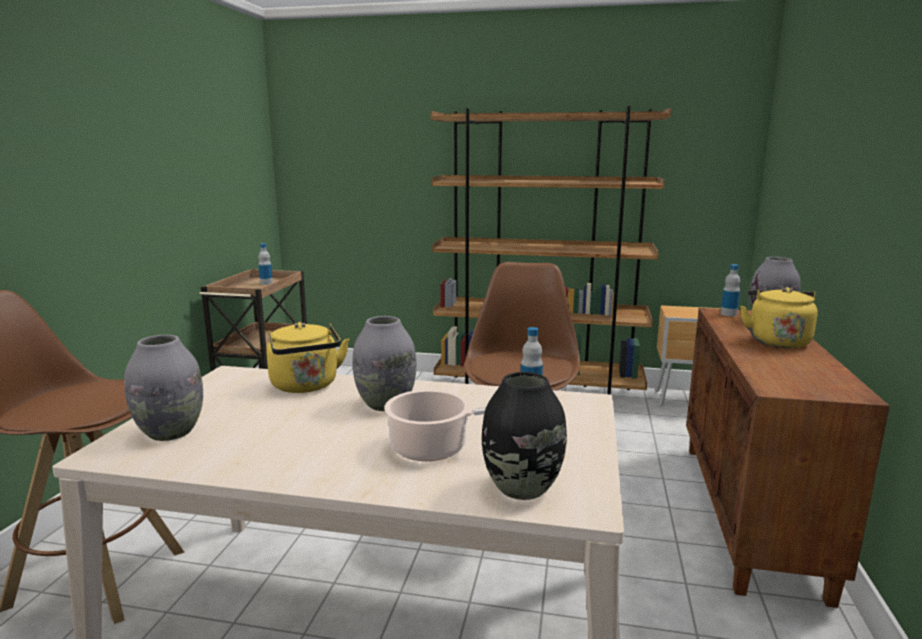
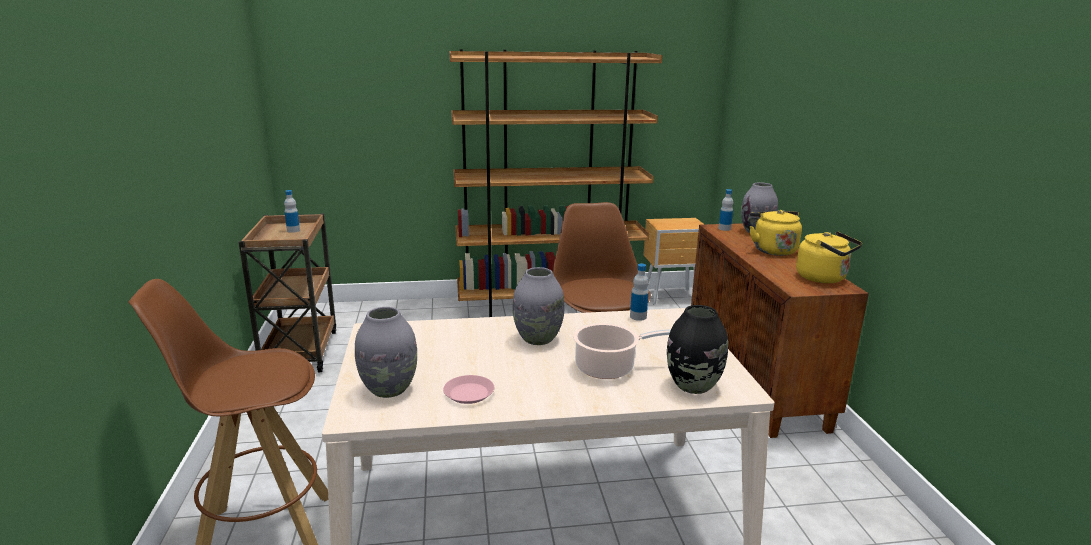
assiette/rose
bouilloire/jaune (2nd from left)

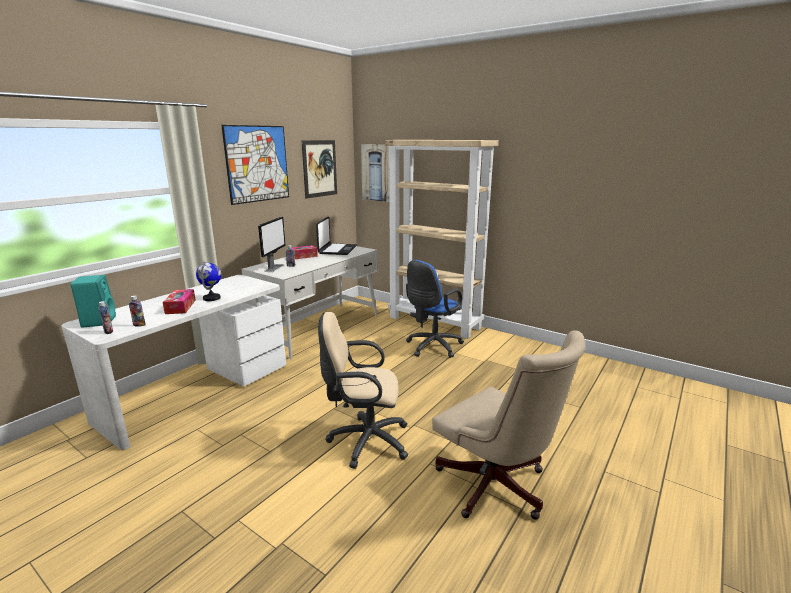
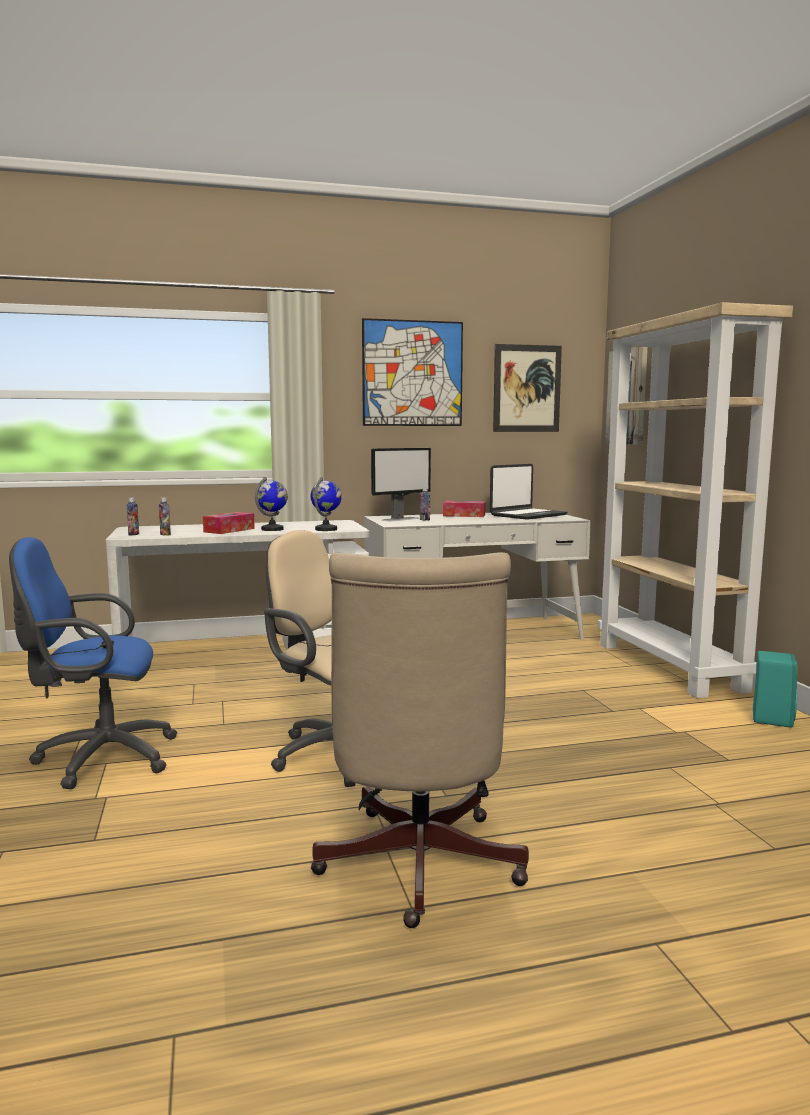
chaise de bureau/bleu
globe (2nd from left)
enceinte/turquoise

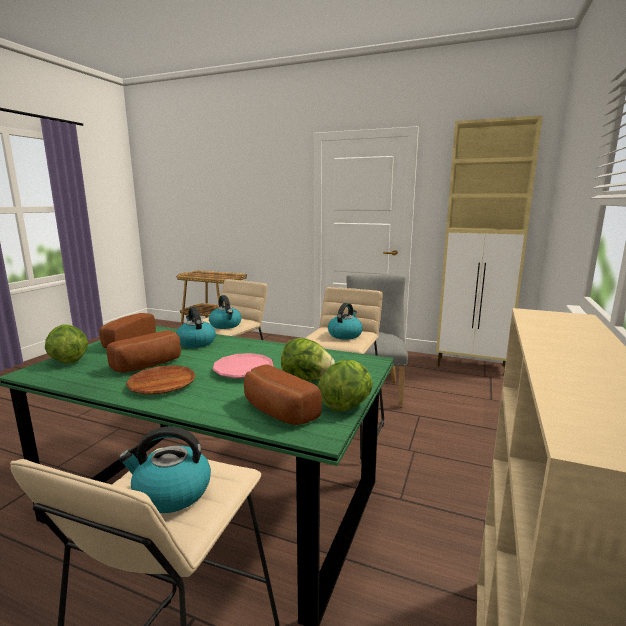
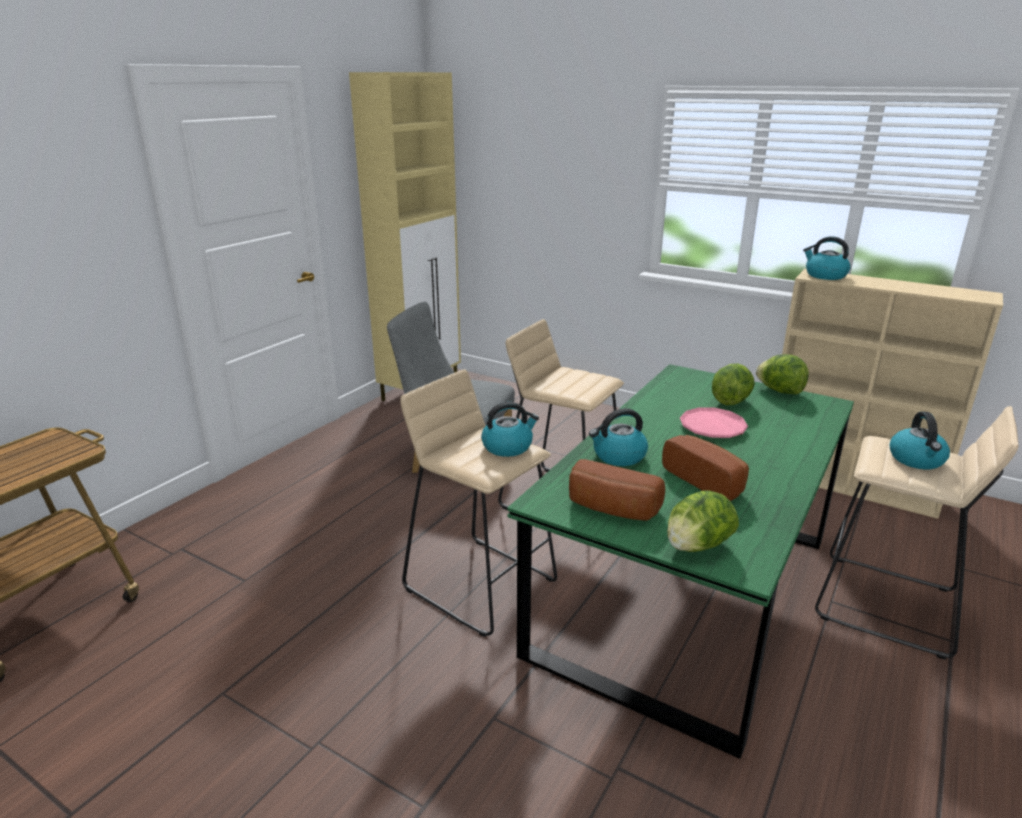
bouilloire (3rd from left)
assiette/marron
pain (3rd from left in the first image)

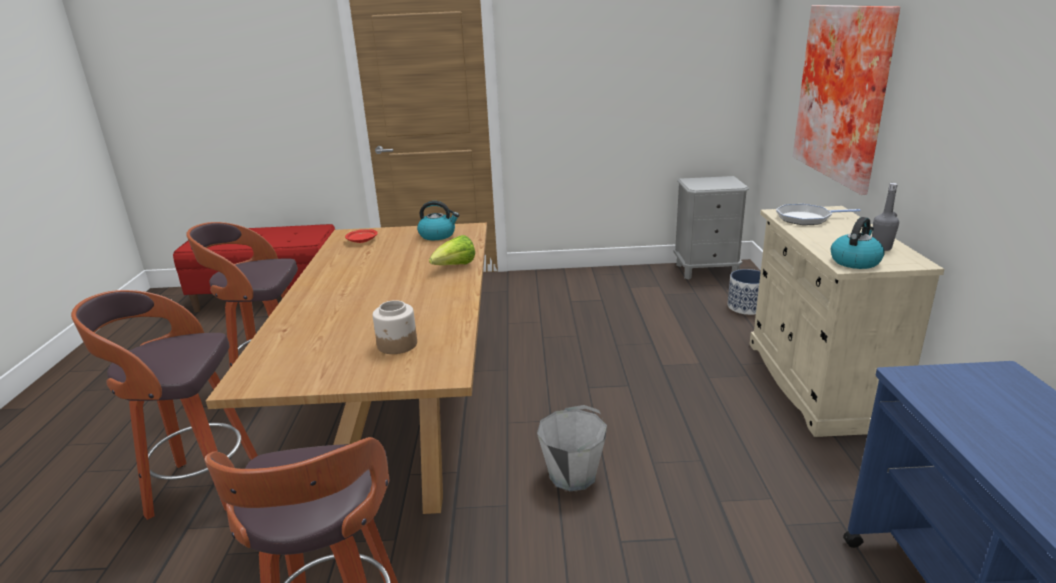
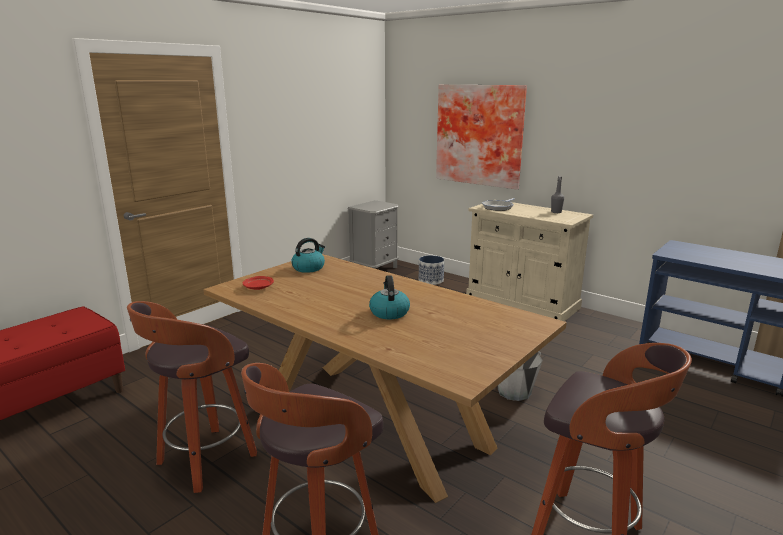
bouilloire (2nd from left)
bocal
laitue

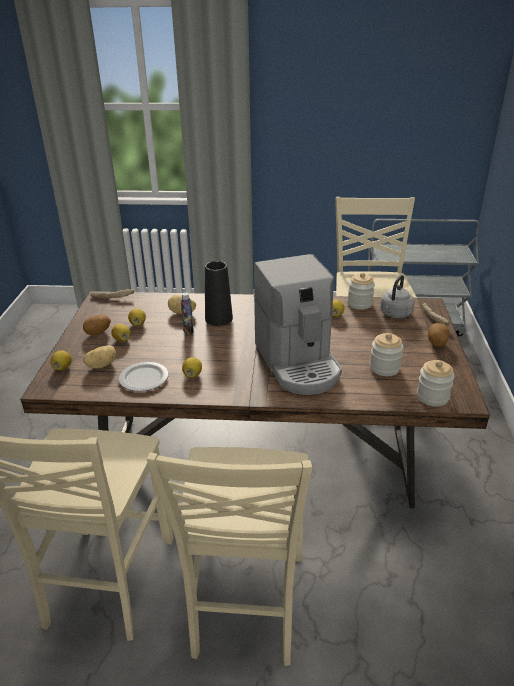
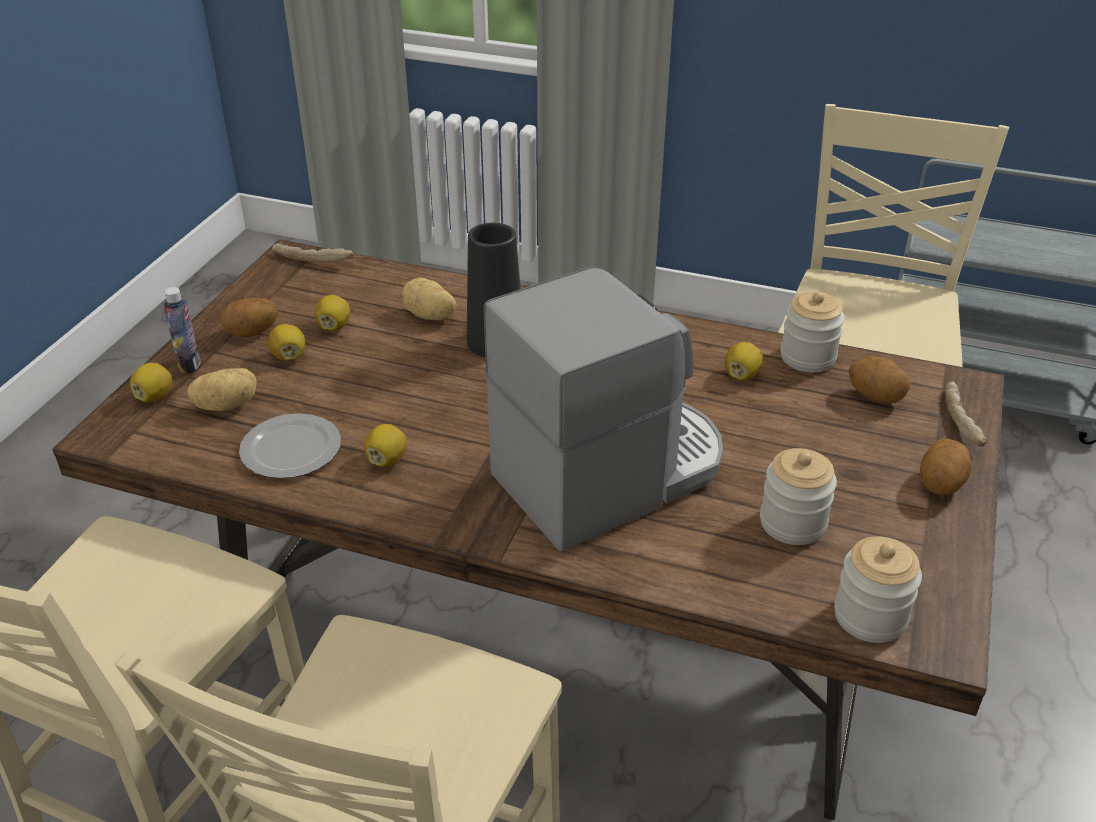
bouteille
machine à café
pomme de terre (4th from left)

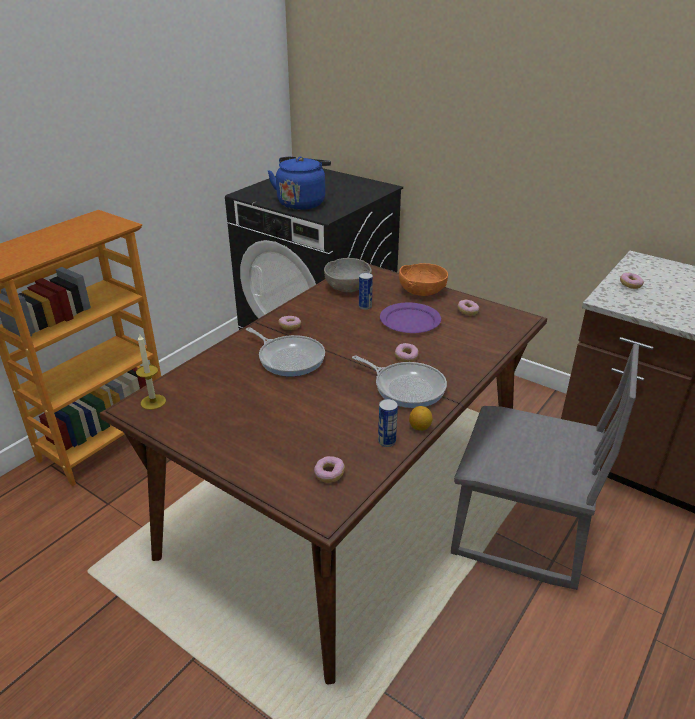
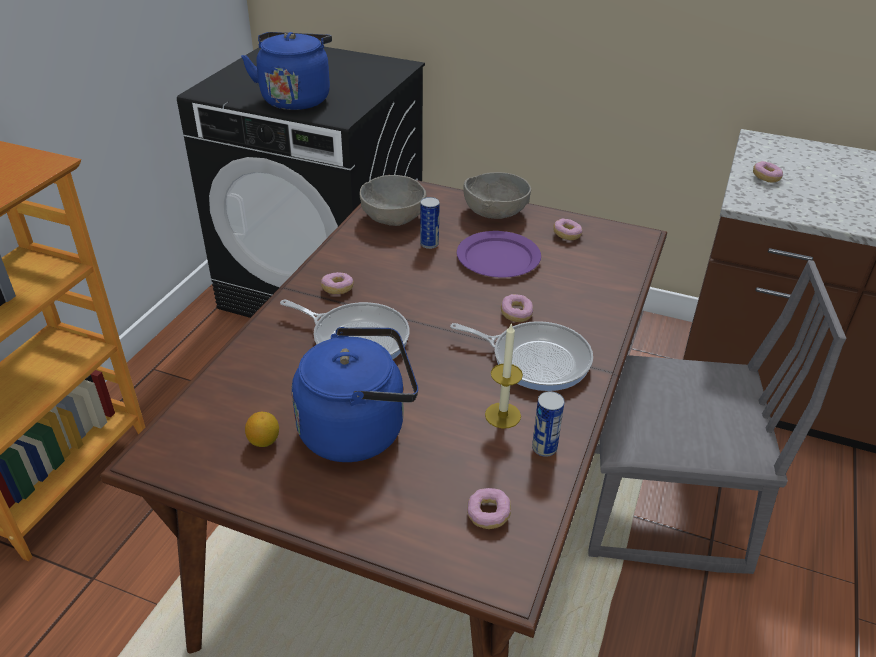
citron
bouilloire/bleu (2nd from left)
bol/gris (2nd from left)
bougie

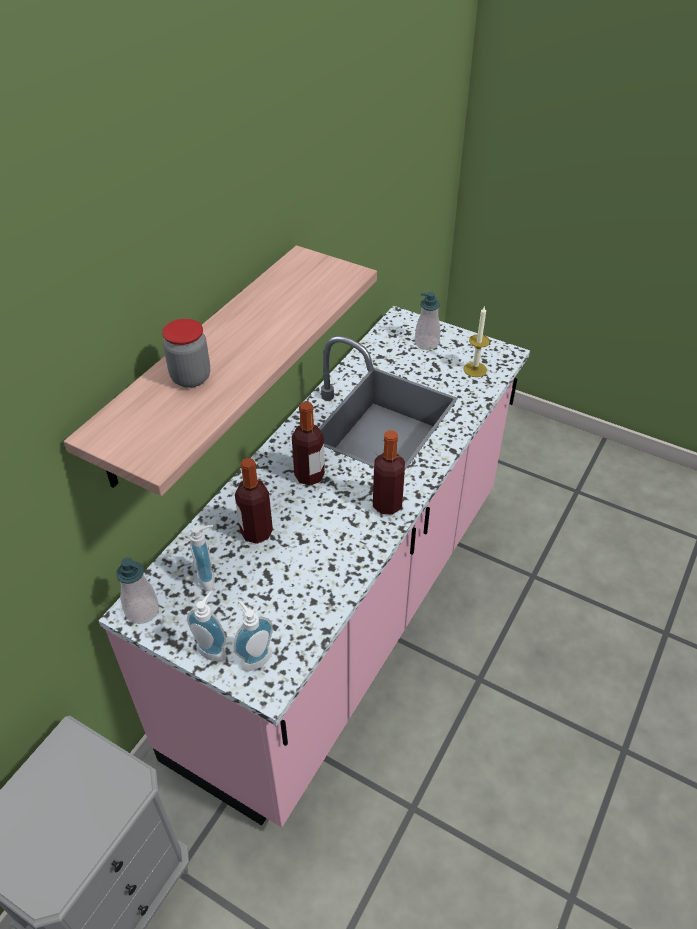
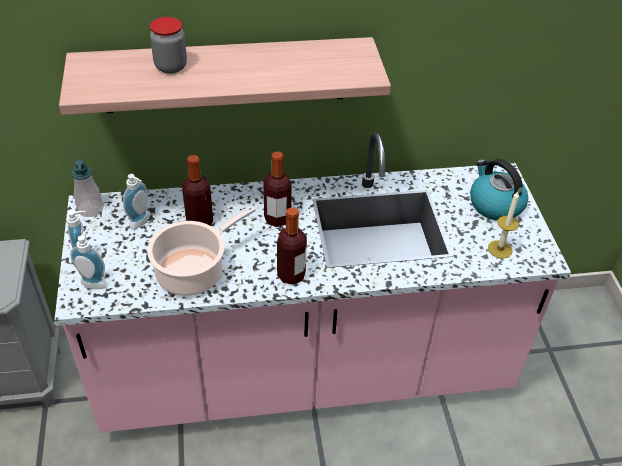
marmite
bouilloire

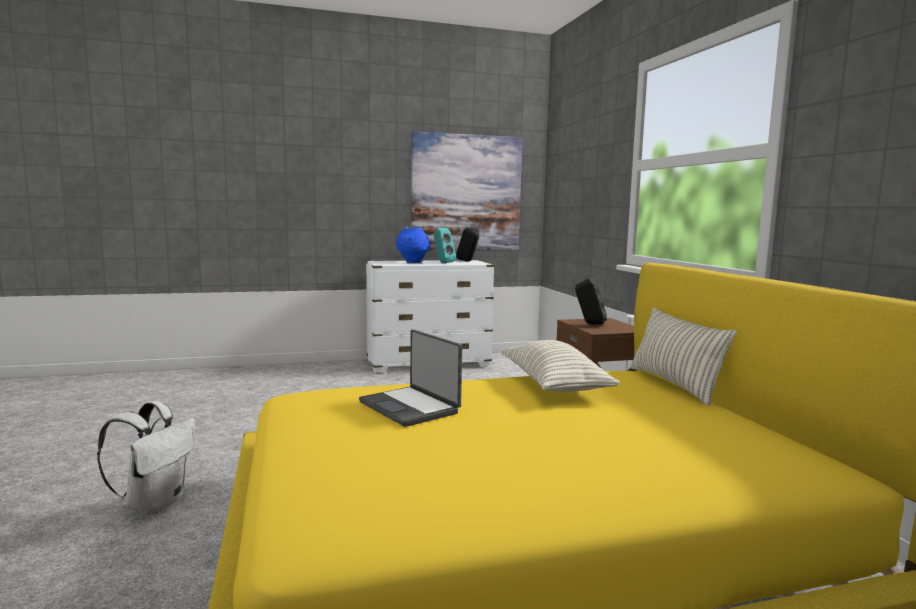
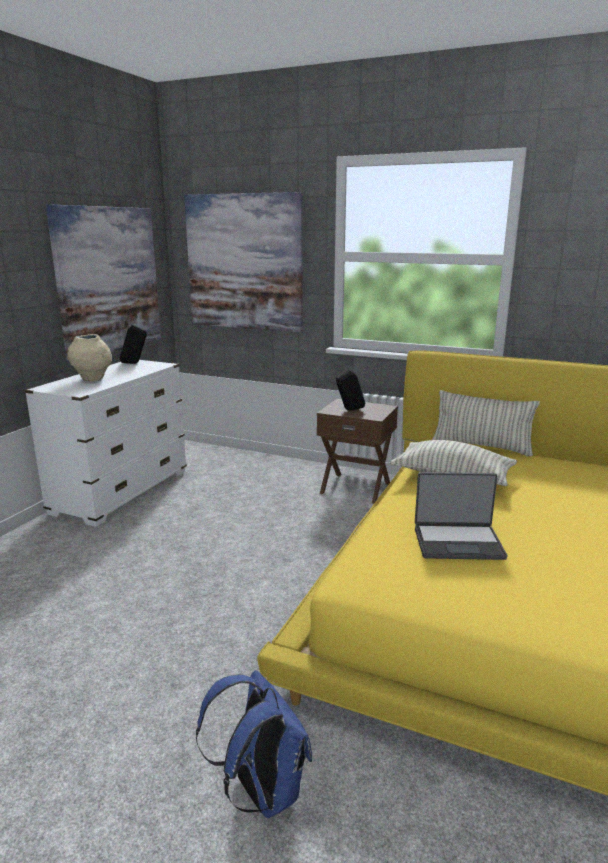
vase/beige
tableau (2nd from left)
sac à dos/bleu
enceinte/turquoise

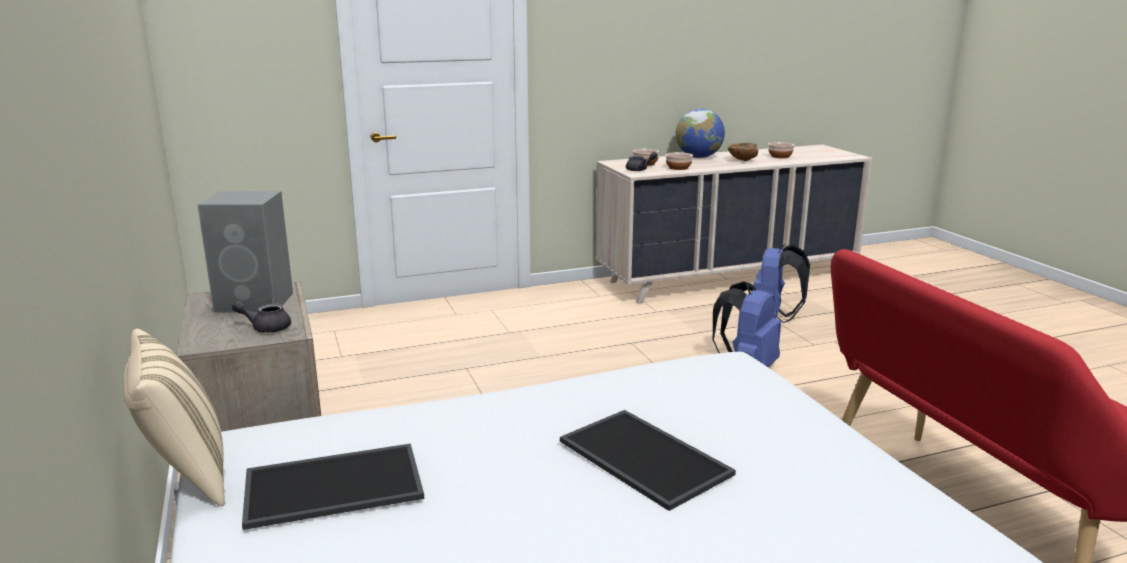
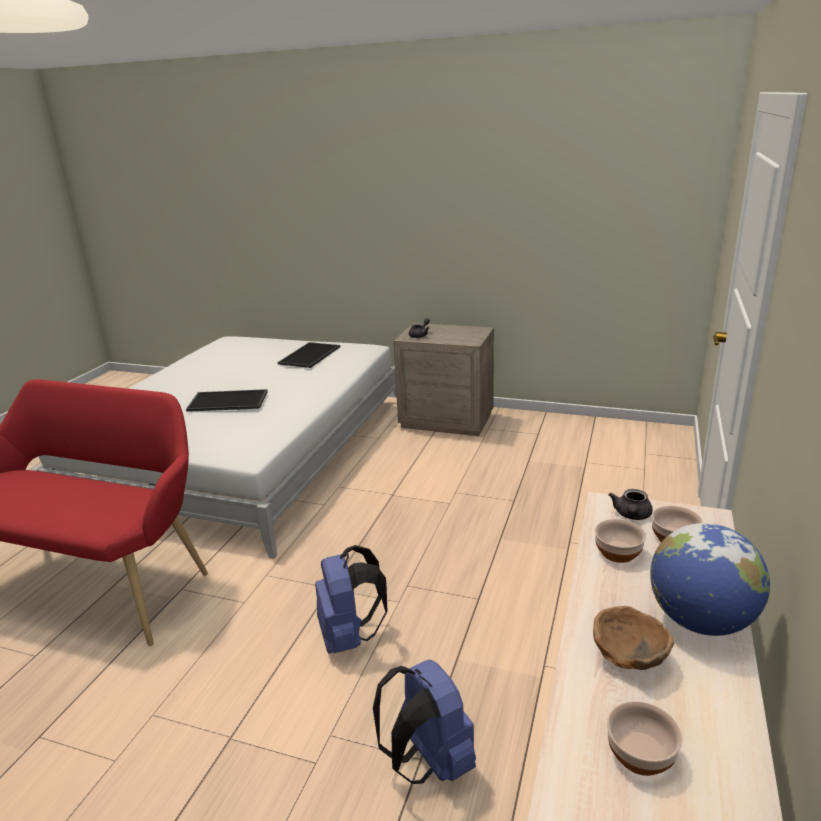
coussin/beige
enceinte/gris

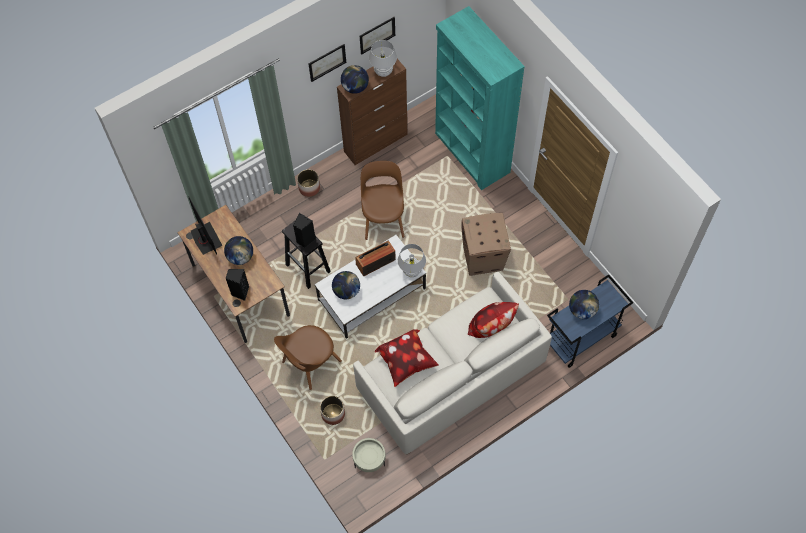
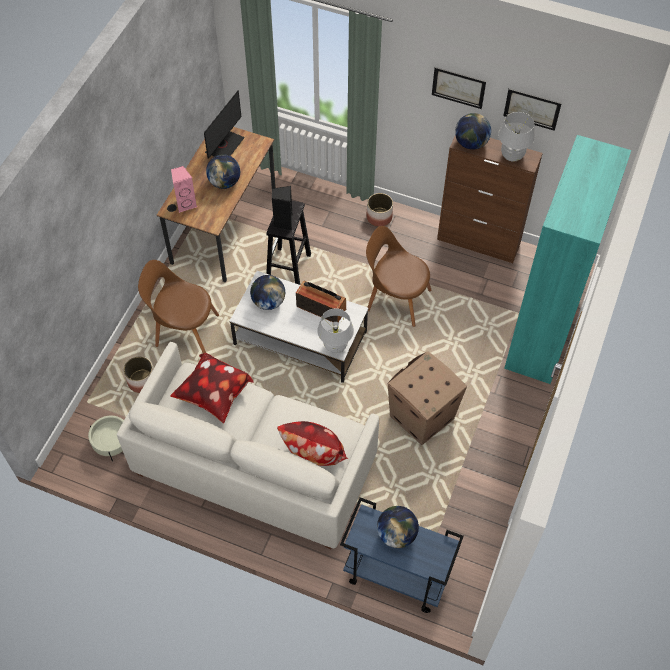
enceinte/rose
chaise/marron (2nd from left)

